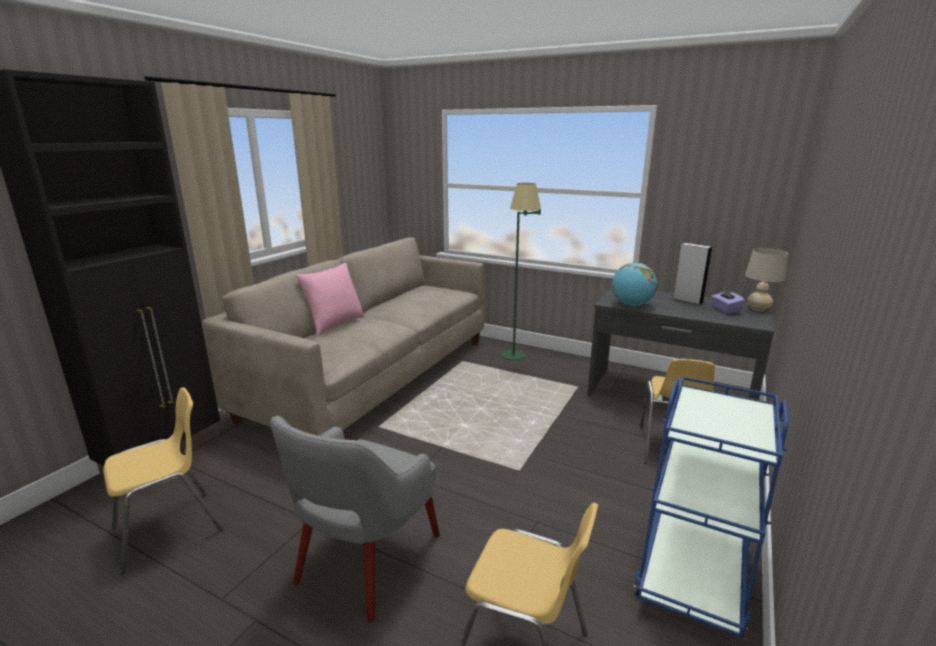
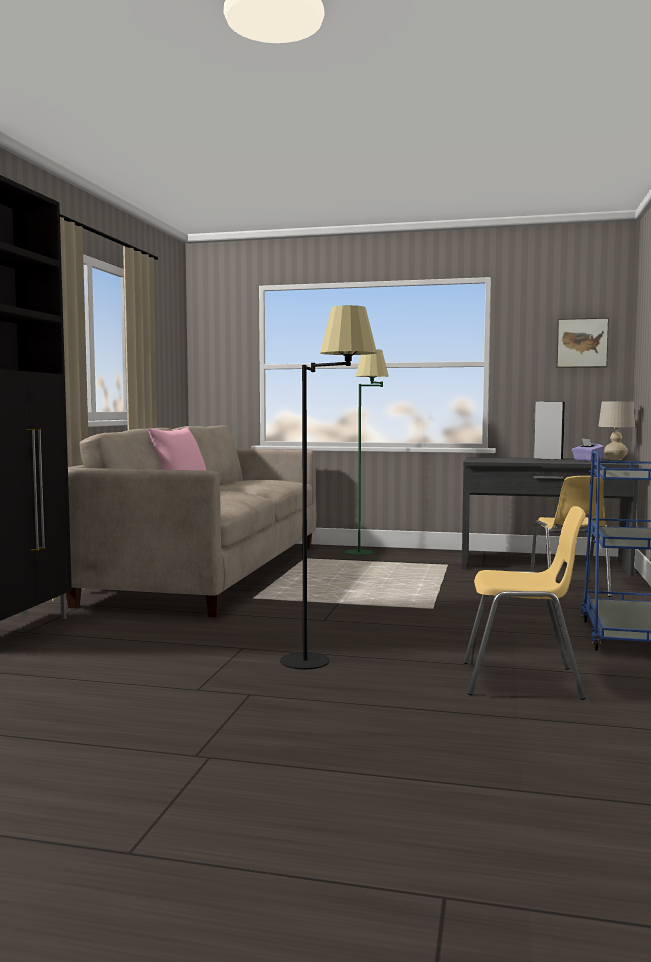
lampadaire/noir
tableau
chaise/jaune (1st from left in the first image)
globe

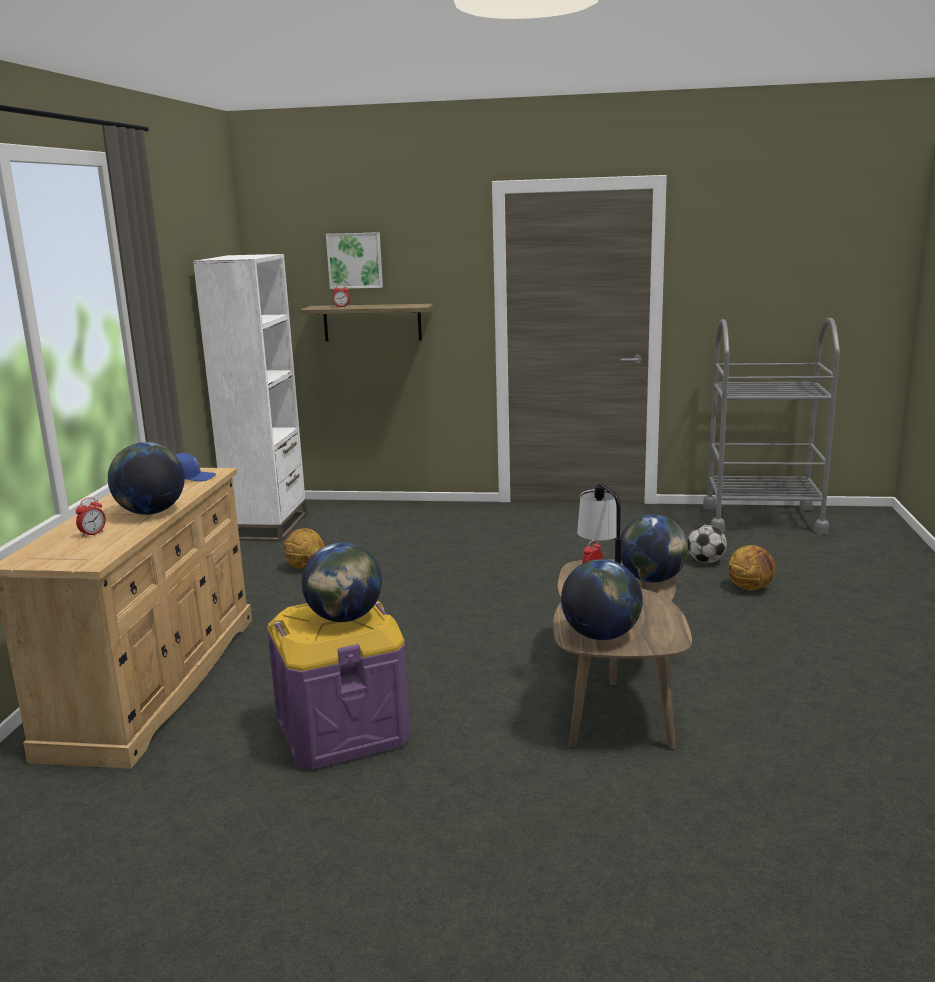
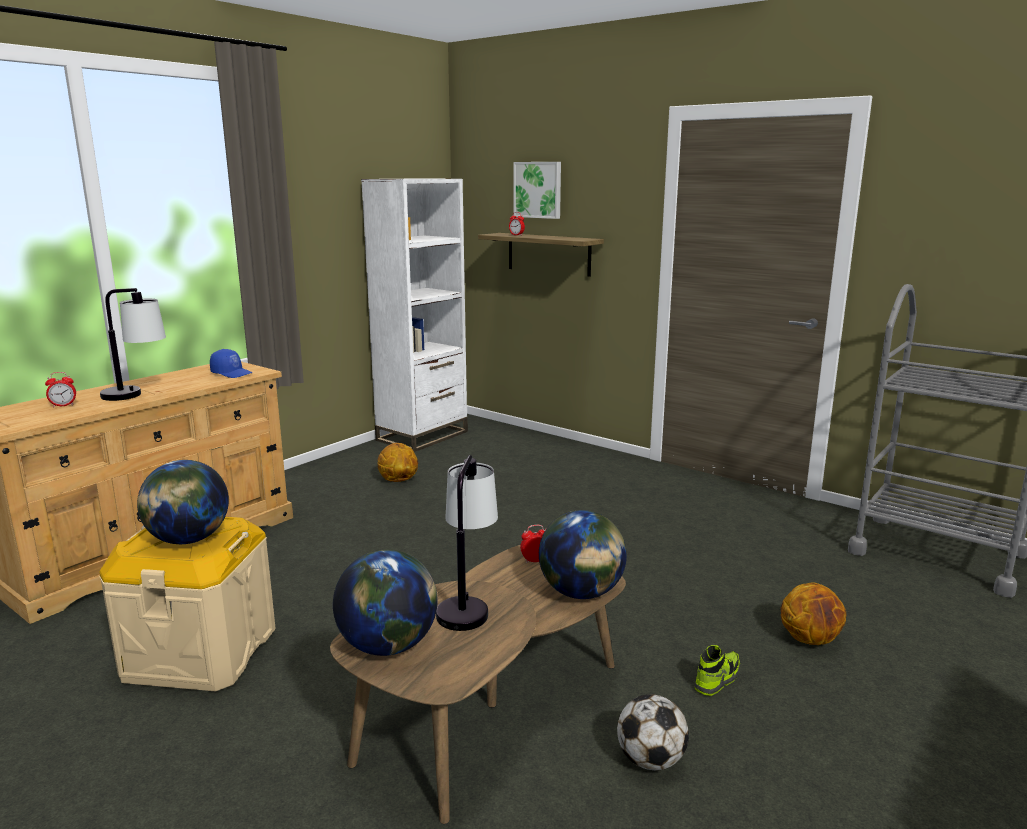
boîte de rangement/beige
lampe de table (1st from left)
ballon de foot
chaussure

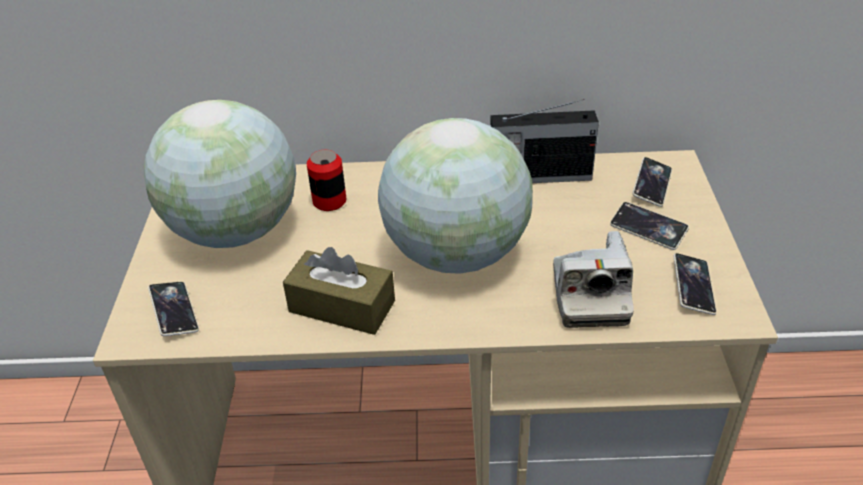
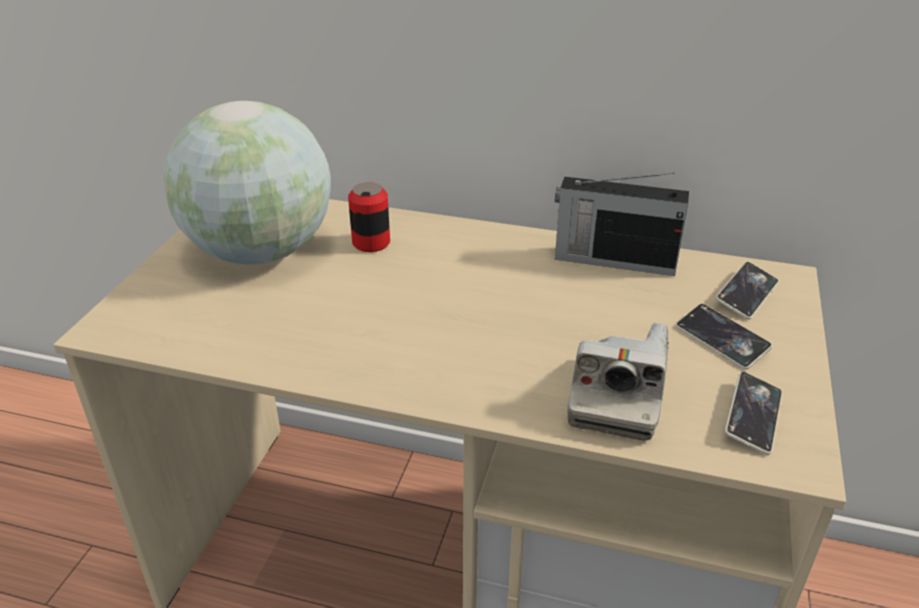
téléphone (1st from left in the first image)
boîte à mouchoirs/marron
globe (2nd from left in the first image)

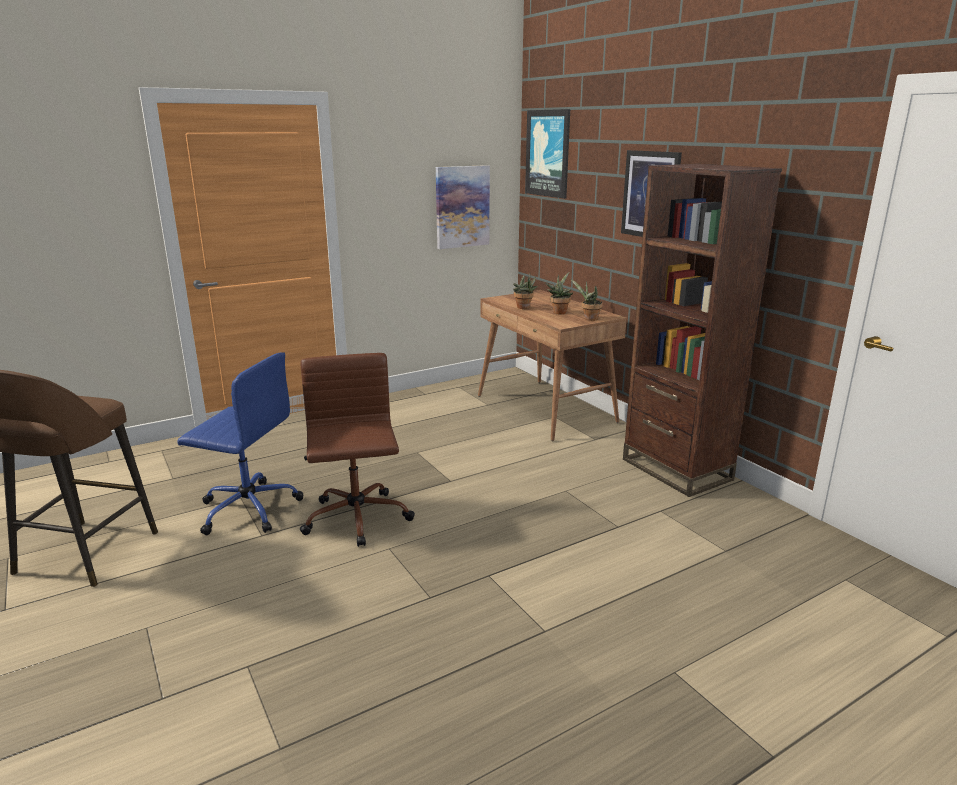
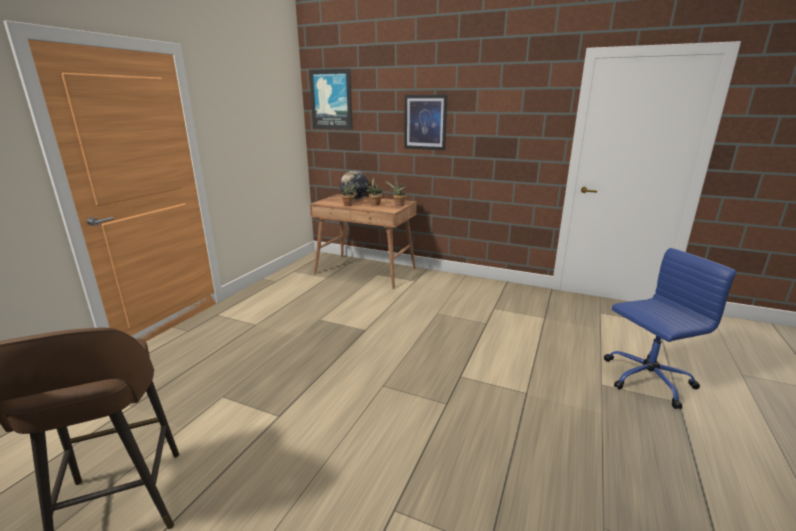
globe
chaise de bureau/bleu
chaise de bureau/marron
tableau (1st from left in the first image)
bibliothèque/marron

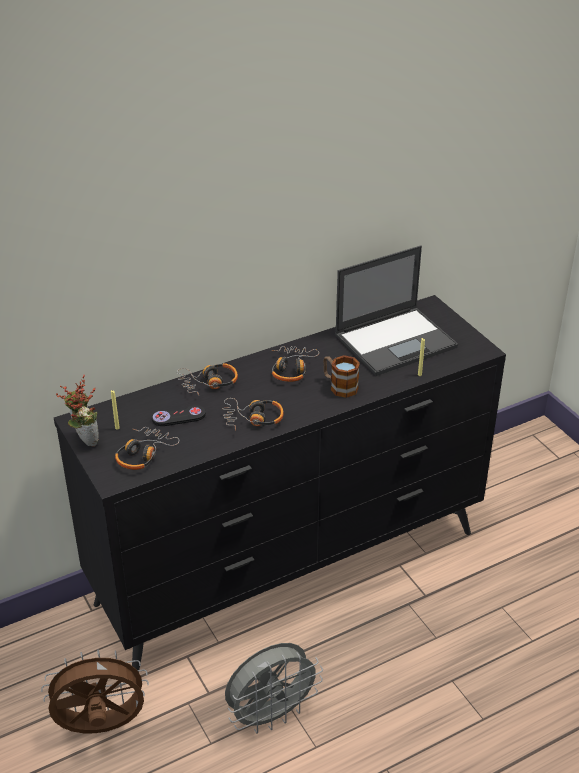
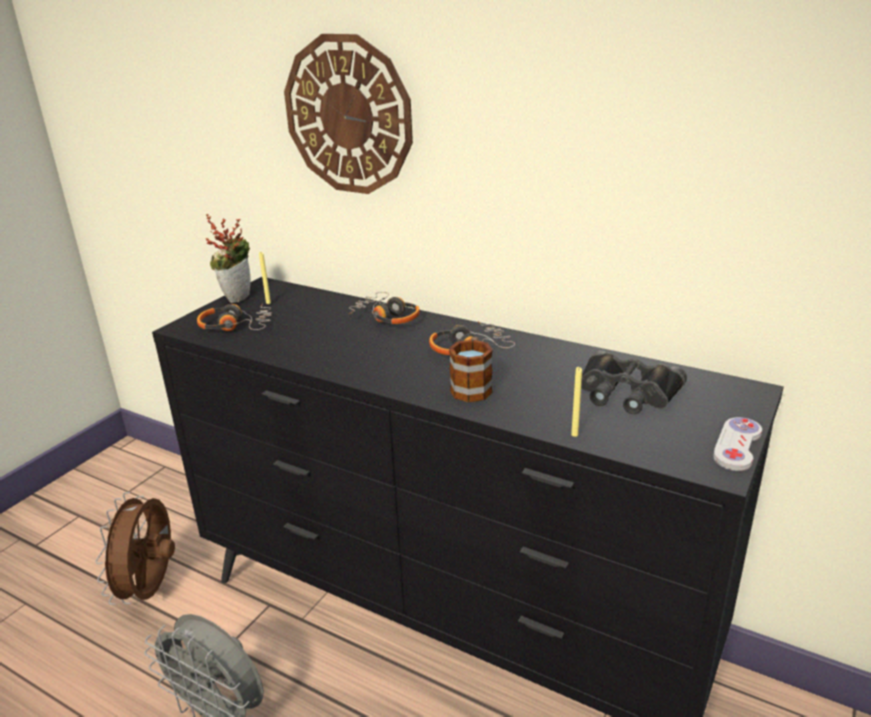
ventilateur/marron
horloge murale
jumelles/noir
manette/blanc
manette/noir
casque audio (3rd from left in the first image)

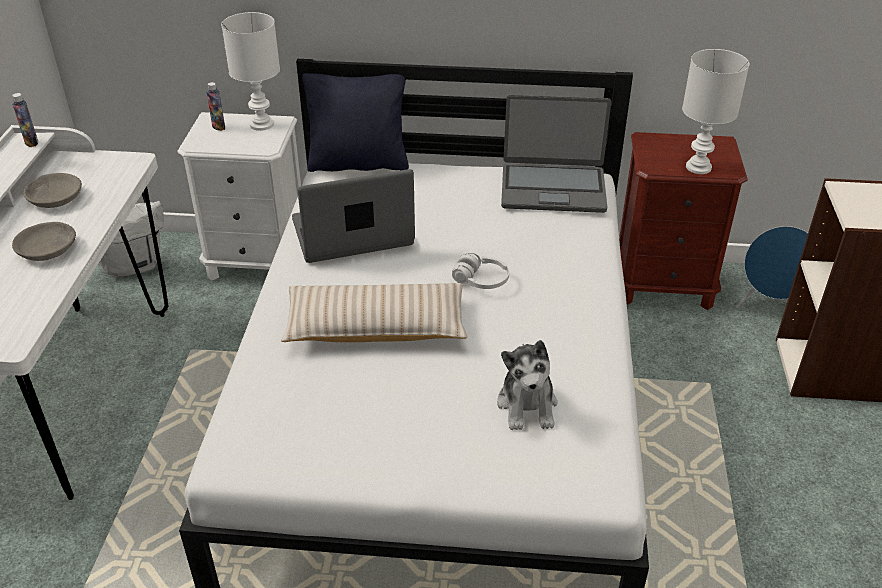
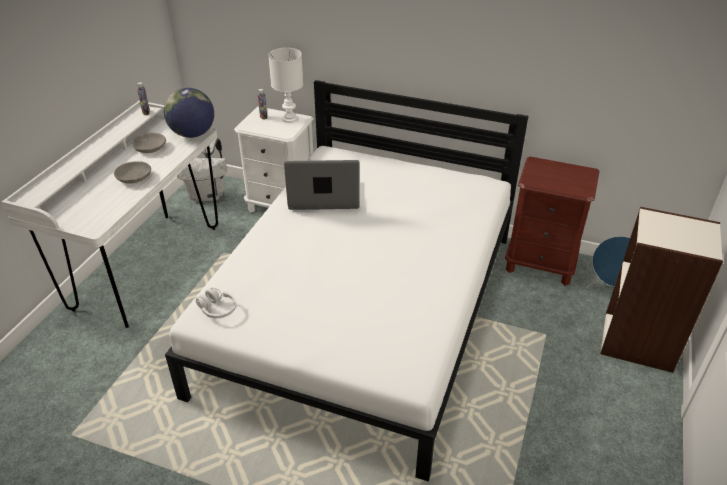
globe
casque audio/blanc
coussin/beige
coussin/noir
peluche
ordinateur portable (2nd from left in the first image)
lampe de table/blanc (2nd from left in the first image)

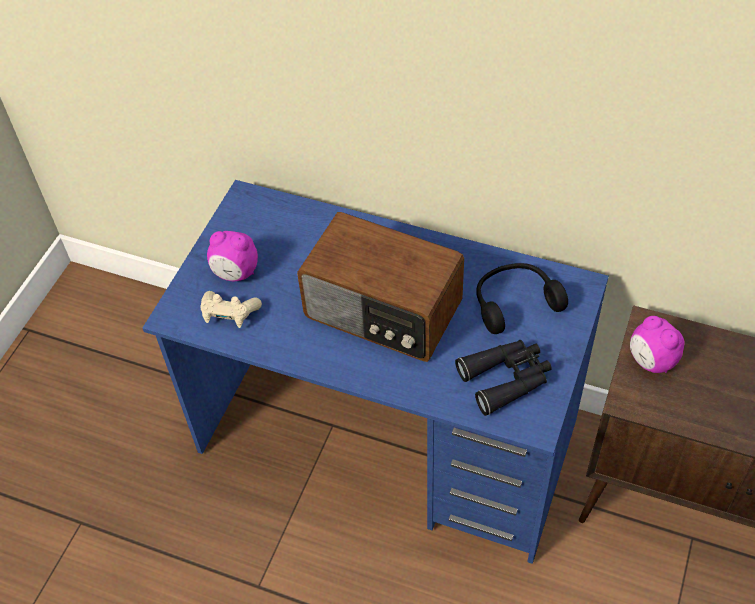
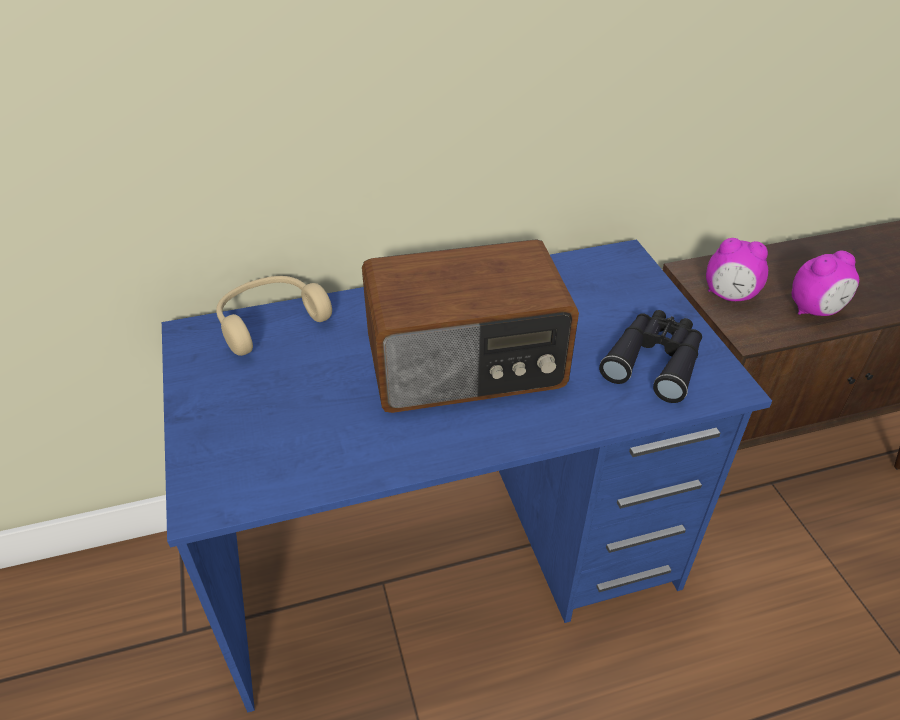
casque audio/beige
réveil (2nd from left)
manette/beige
casque audio/noir

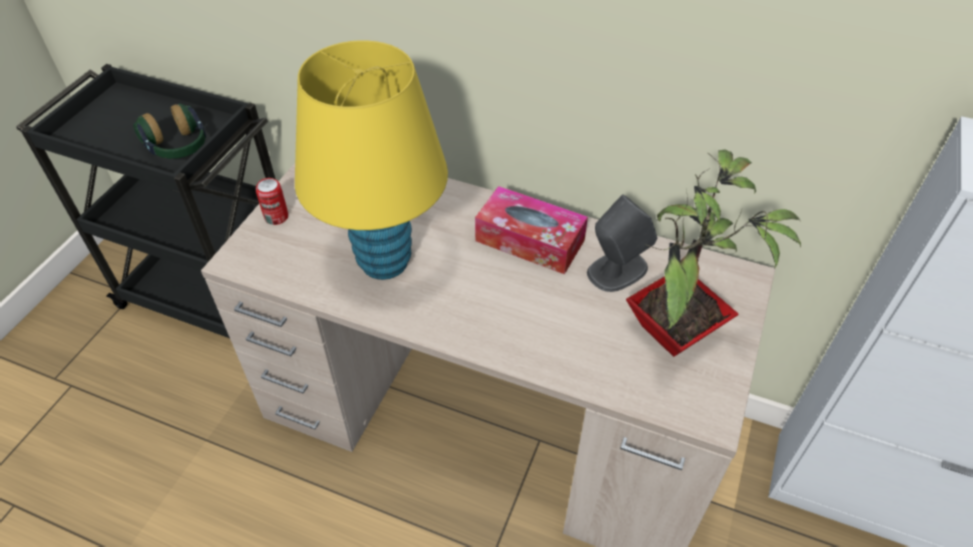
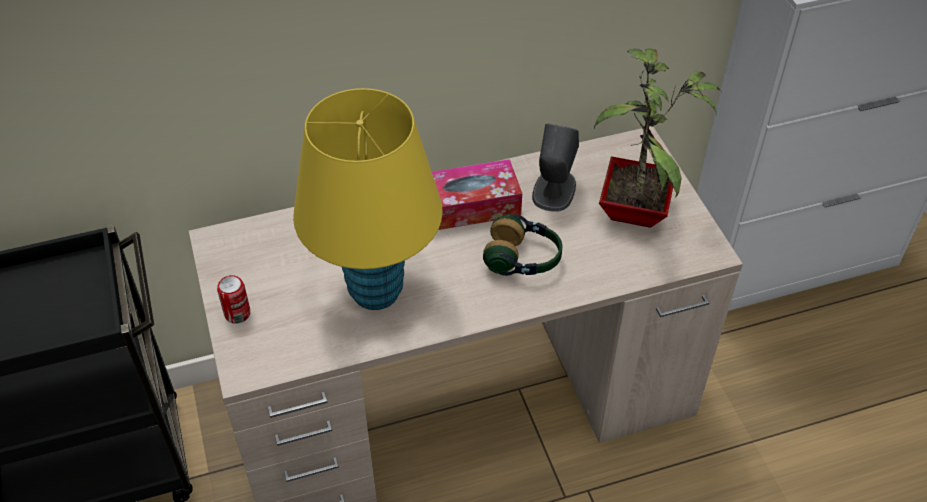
casque audio

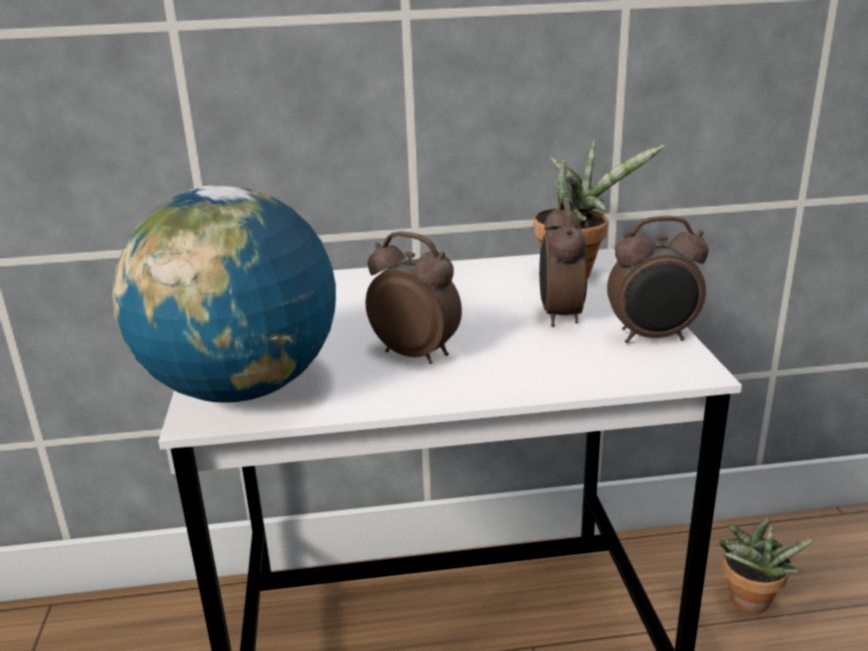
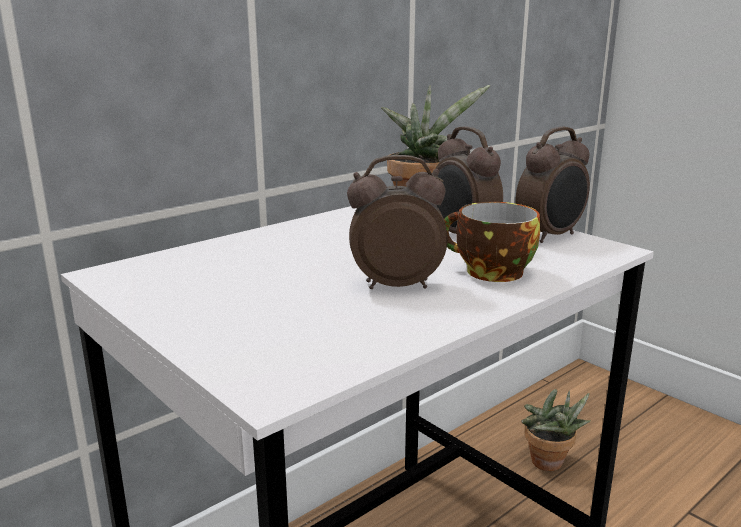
tasse
globe

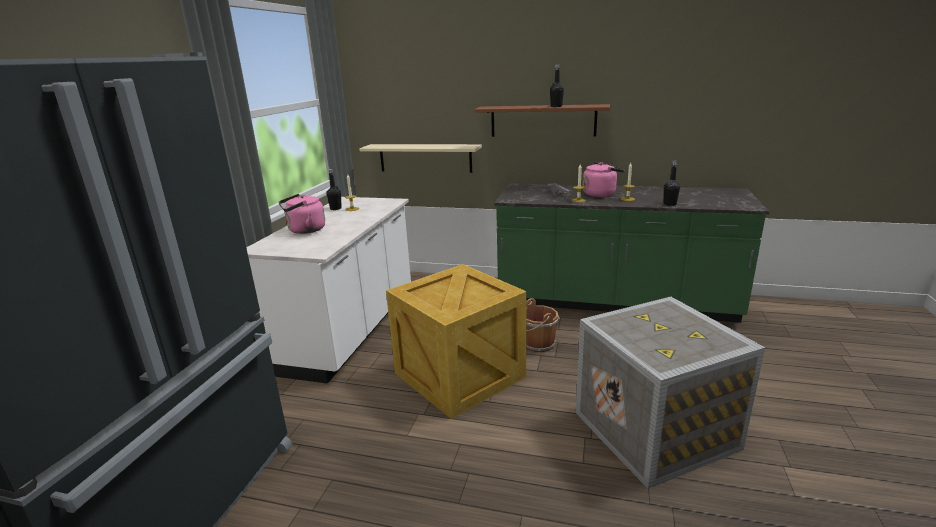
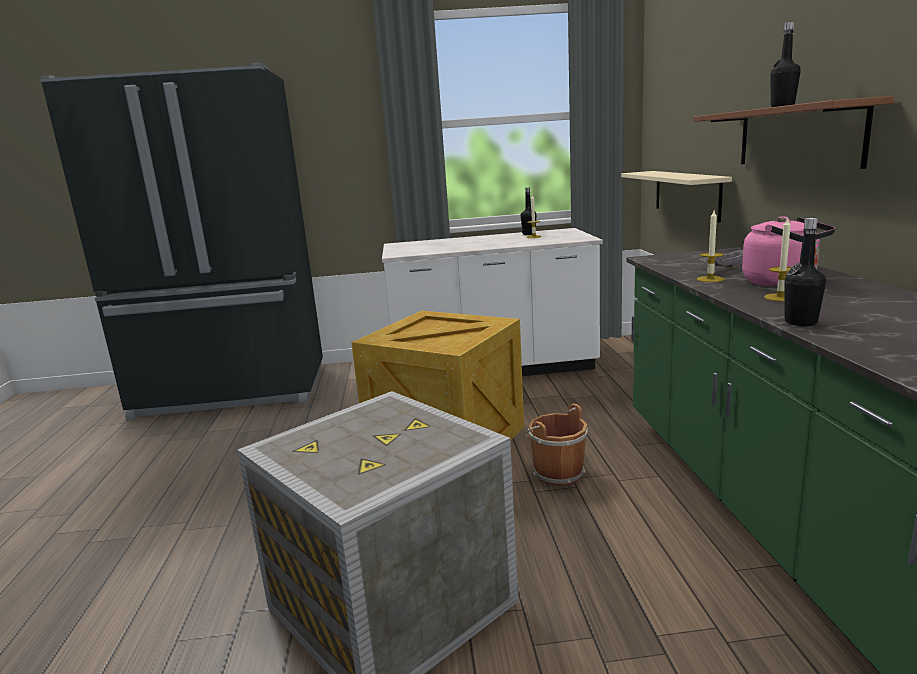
bouilloire/rose (1st from left in the first image)

